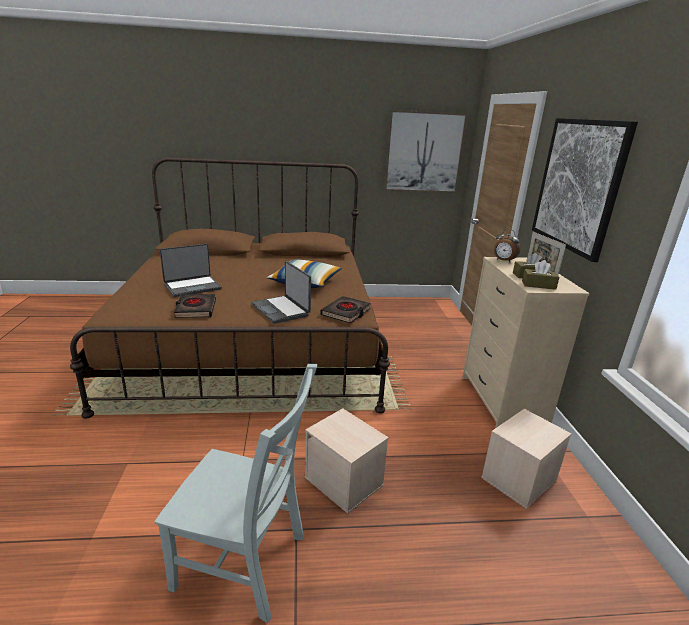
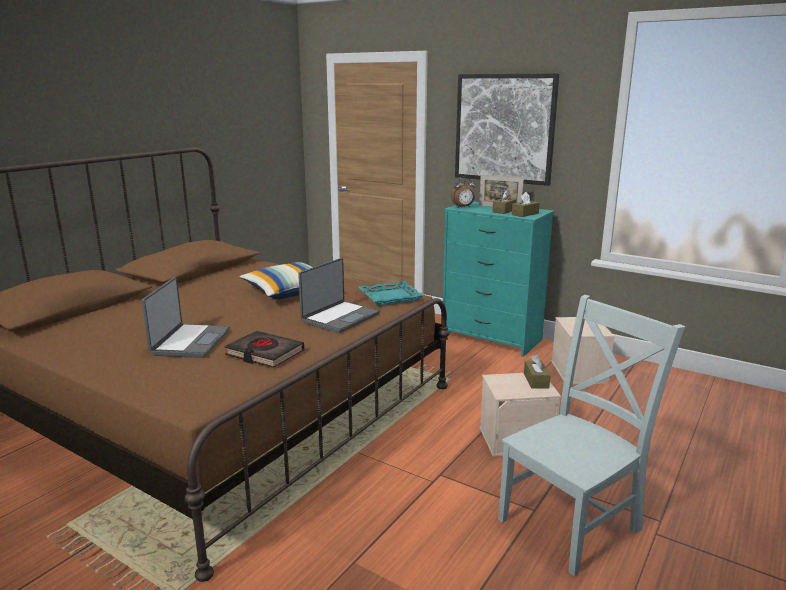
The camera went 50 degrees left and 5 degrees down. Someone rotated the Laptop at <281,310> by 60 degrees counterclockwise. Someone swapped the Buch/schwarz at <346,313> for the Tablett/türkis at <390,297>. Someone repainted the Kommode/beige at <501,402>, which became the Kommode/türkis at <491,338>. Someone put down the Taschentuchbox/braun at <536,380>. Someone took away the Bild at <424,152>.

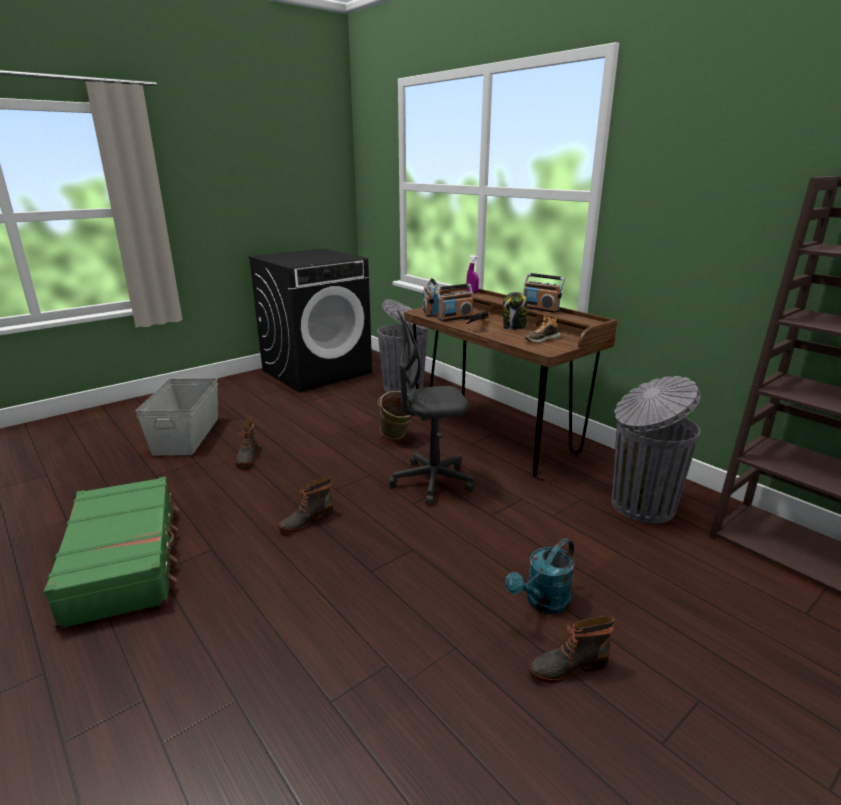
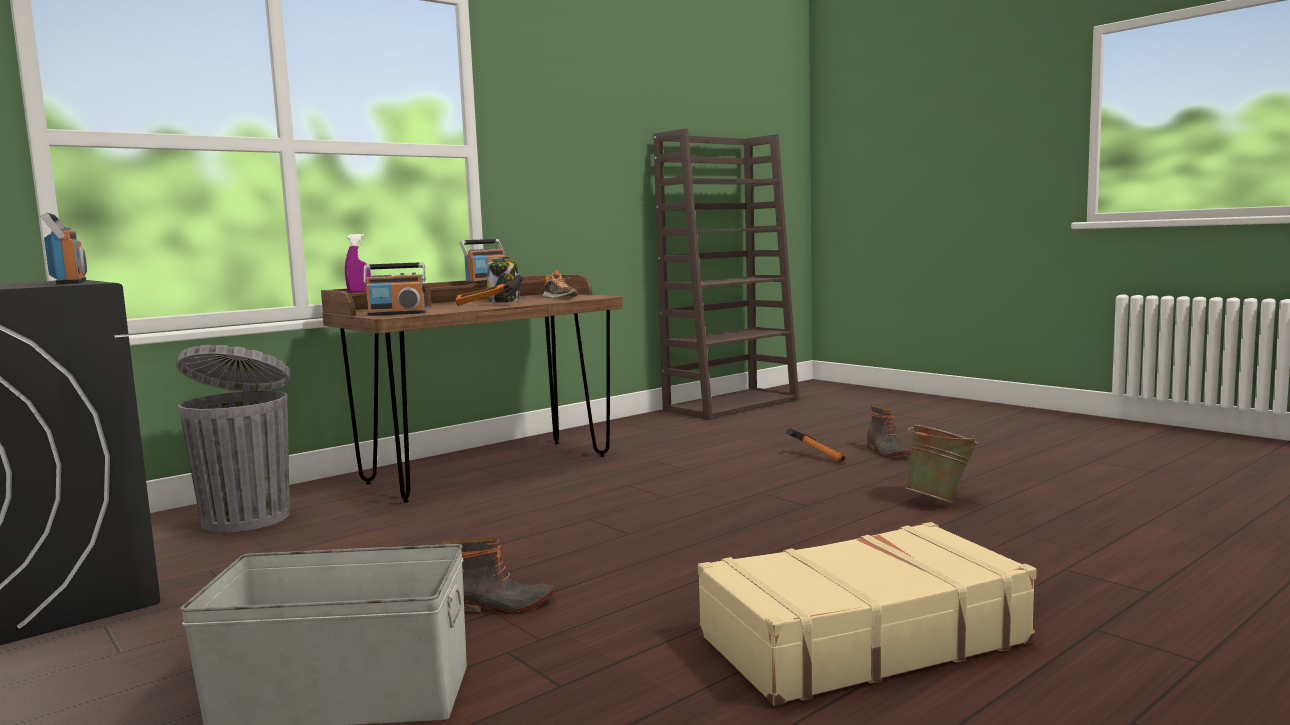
The camera went 90 degrees left and 15 degrees down. Someone carried the Radio from <455,318> to <70,283>. Someone repainted the Koffer/grün at <125,560>, which became the Koffer/beige at <860,638>. Someone swapped the Gießkanne/türkis at <542,603> for the Hammer at <820,456>. Someone carried the Eimer/grün from <397,438> to <940,500>. Someone took away the Stiefel at <306,520>. Someone took away the Bürostuhl/grau at <432,482>. Someone took away the Mülleimer/grau at <640,506>.

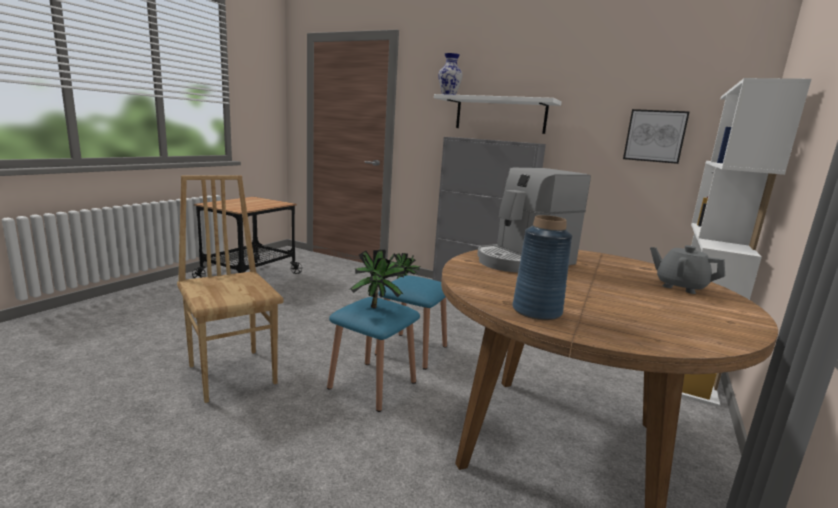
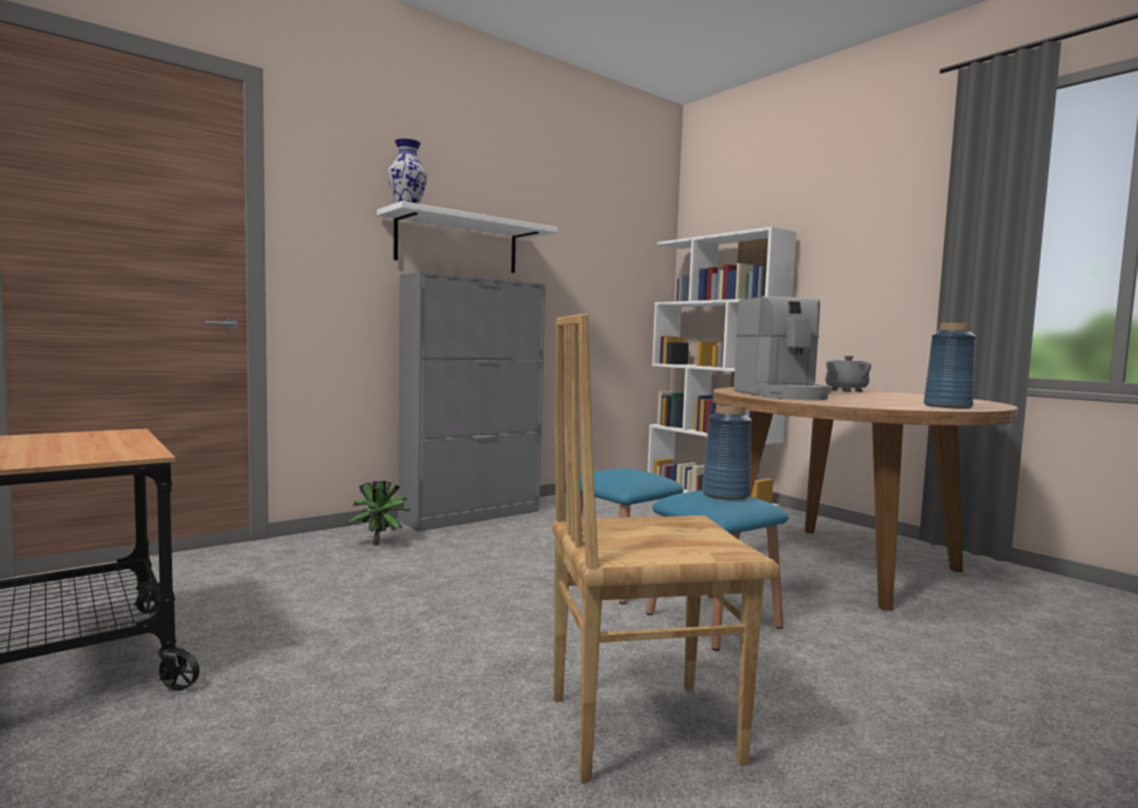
The camera went 65 degrees left and 10 degrees down. Someone swapped the Topfpflanze at <377,307> for the Vase/blau at <725,495>. Someone took away the Bild at <655,136>.

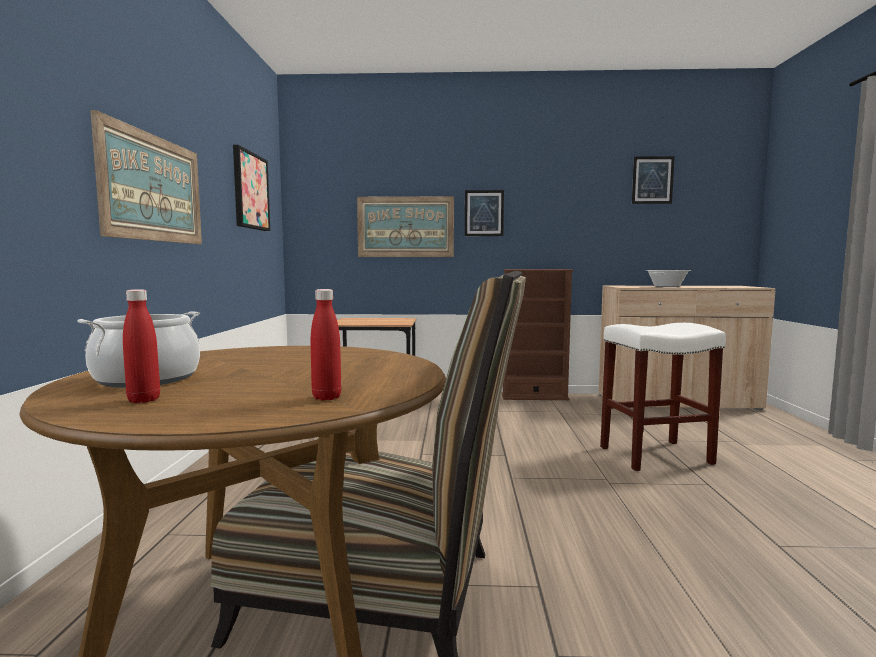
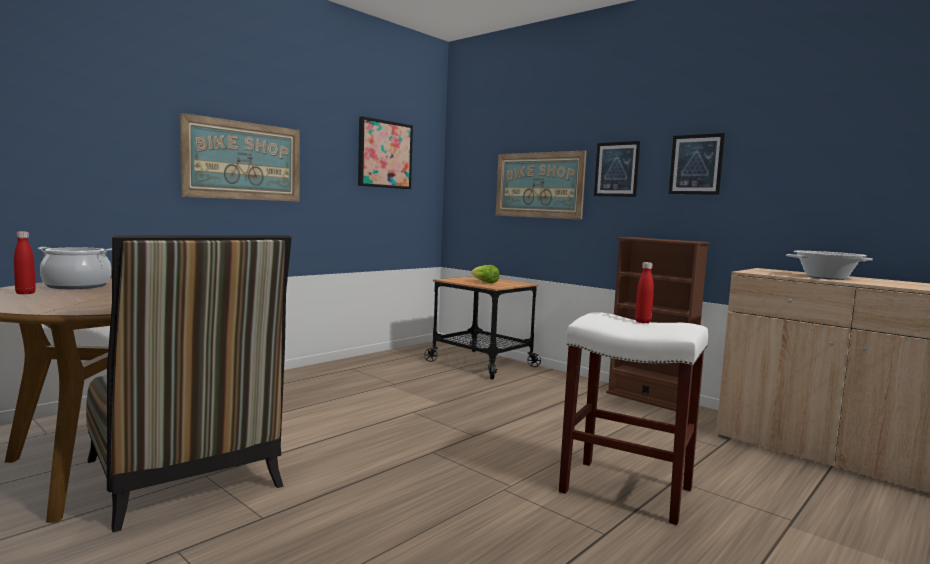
The camera went 40 degrees right and 0 degrees up. Someone put down the Salatkopf at <484,282>. Someone carried the Flasche/rot from <326,397> to <642,322>. Someone carried the Bild from <652,180> to <696,164>.

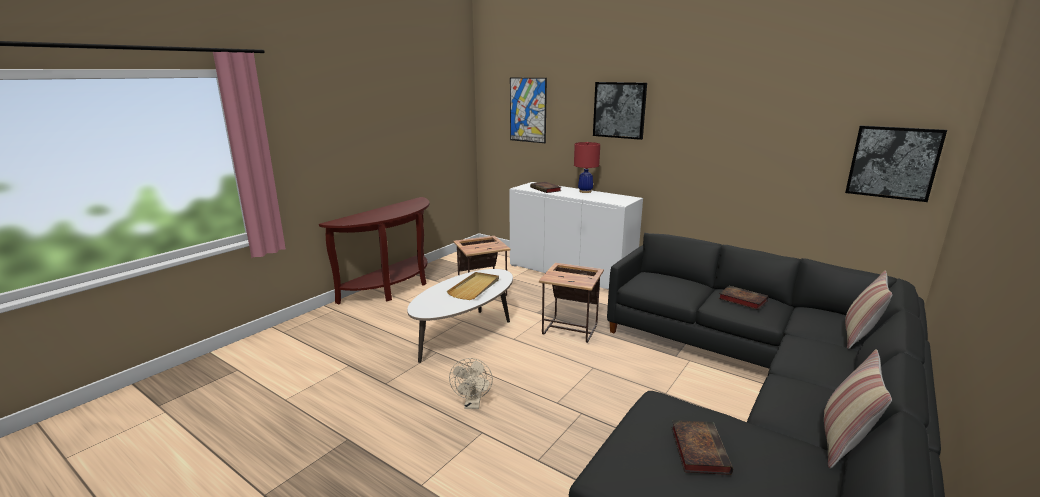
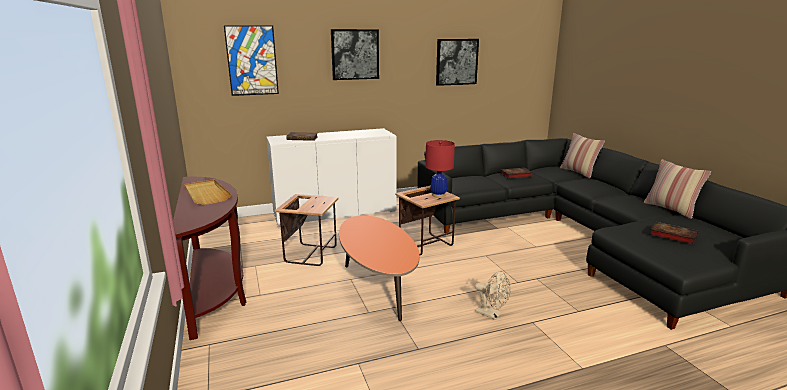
The camera went 55 degrees left and 0 degrees up. Someone carried the Tablett/beige from <475,287> to <206,194>. Someone repainted the Couchtisch/weiß at <465,334>, which became the Couchtisch/orange at <377,285>. Someone carried the Tischlampe/rot from <585,191> to <438,195>. Someone carried the Bild from <893,162> to <456,62>.

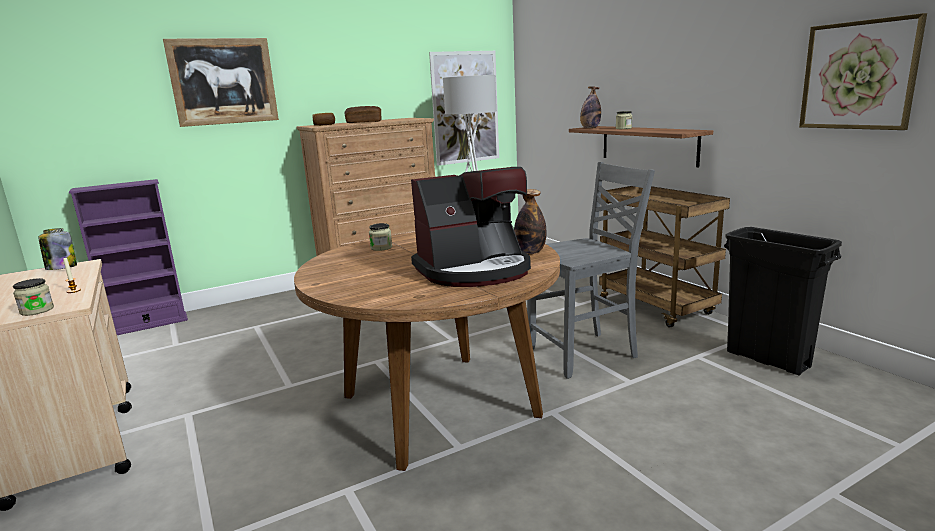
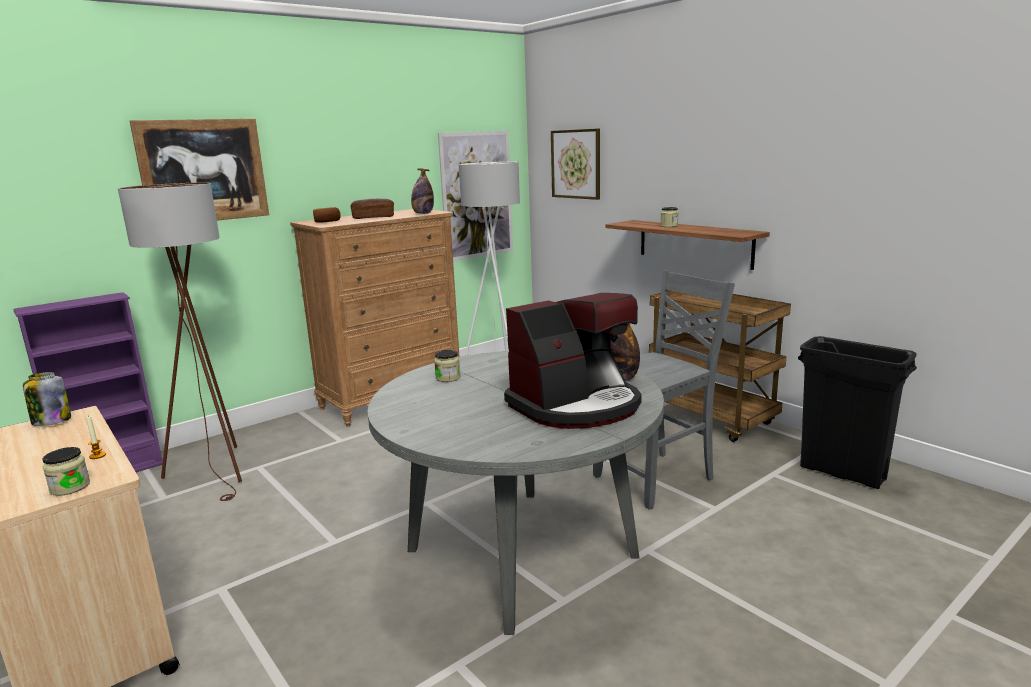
The camera went 10 degrees left and 0 degrees up. Someone put down the Stehlampe/braun at <218,470>. Someone repainted the Esstisch/braun at <439,405>, which became the Esstisch/grau at <521,552>. Someone carried the Flasche from <590,128> to <423,213>. Someone carried the Bild from <858,75> to <576,164>.

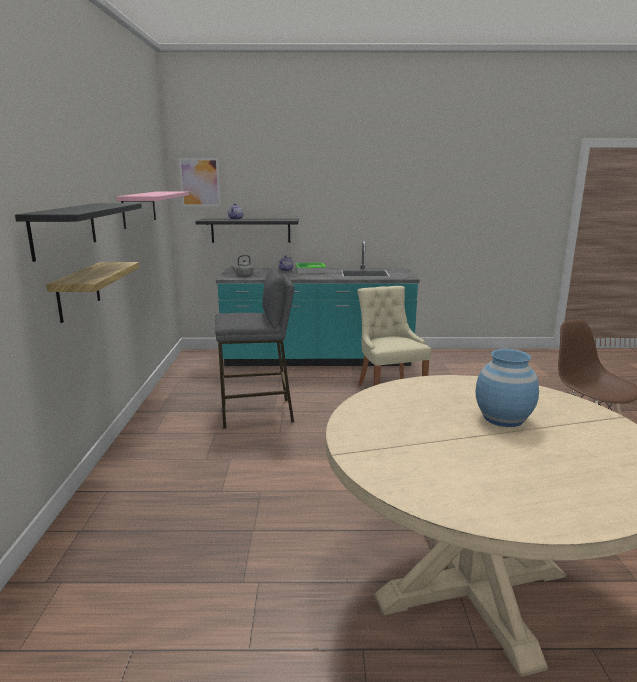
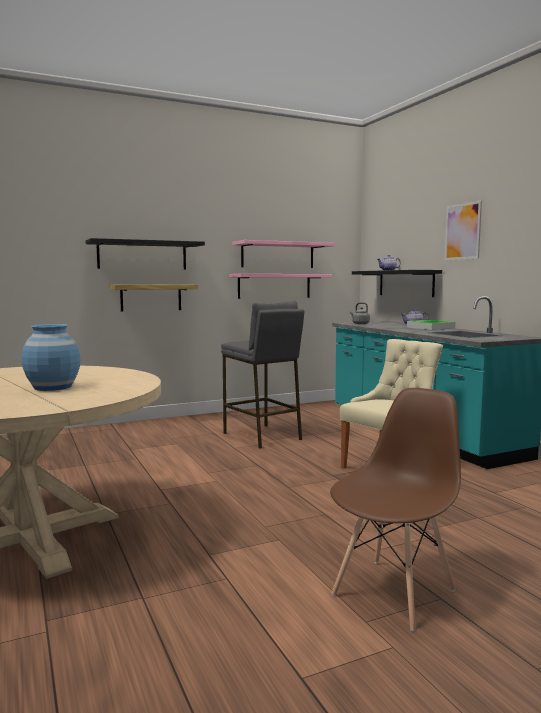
The camera went 65 degrees right and 10 degrees down. Someone put up the Wandregal/rosa at <274,286>. Someone carried the Bild from <200,182> to <463,231>.

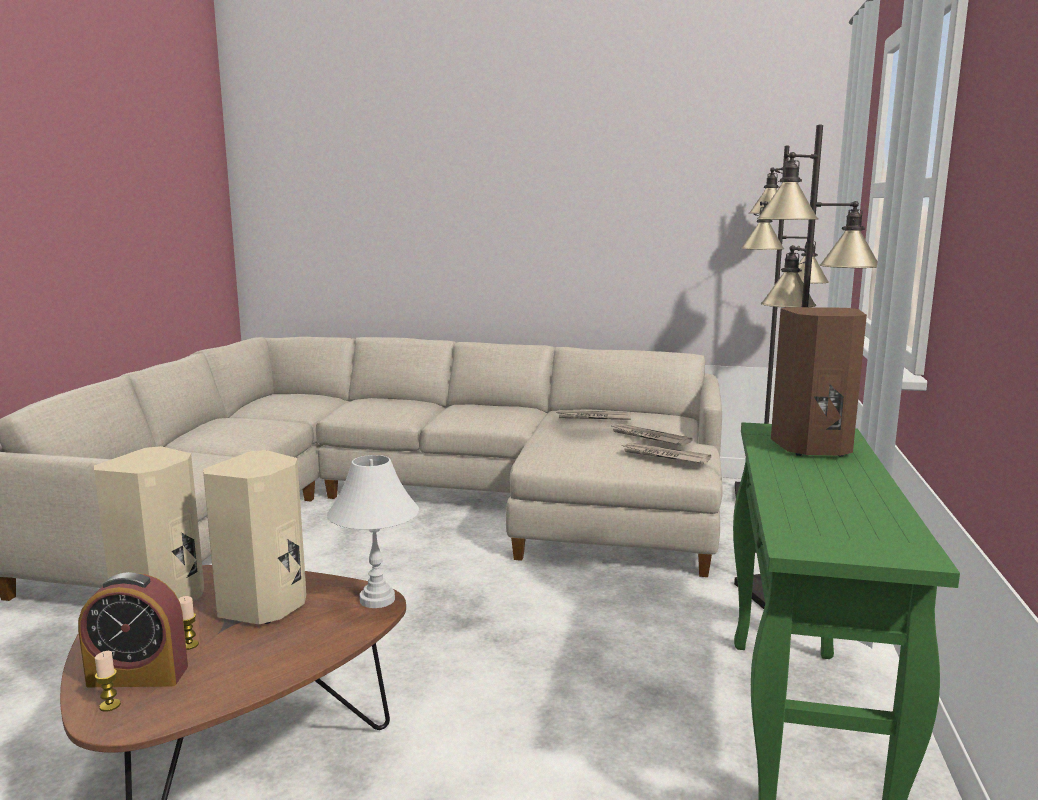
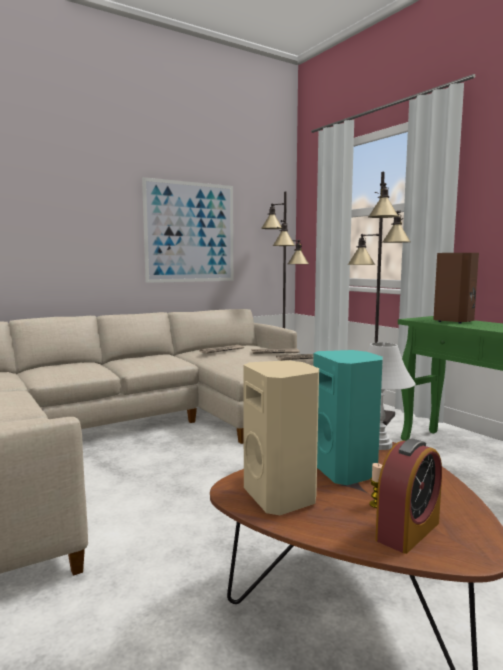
The camera went 45 degrees left and 5 degrees down. Someone put up the Bild at <190,232>. Someone repainted the Lautsprecher/beige at <265,607>, which became the Lautsprecher/türkis at <346,471>. Someone took away the Kerze at <110,705>.

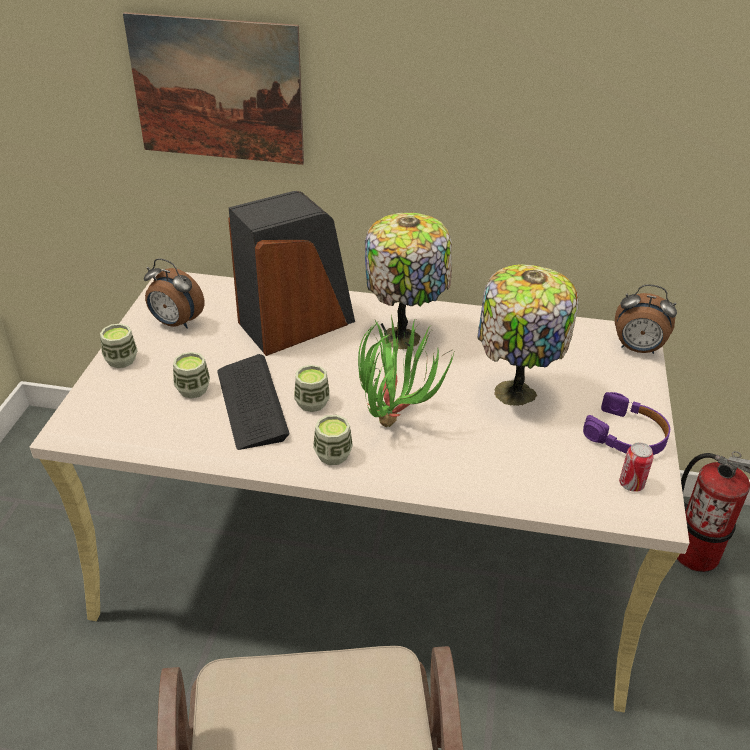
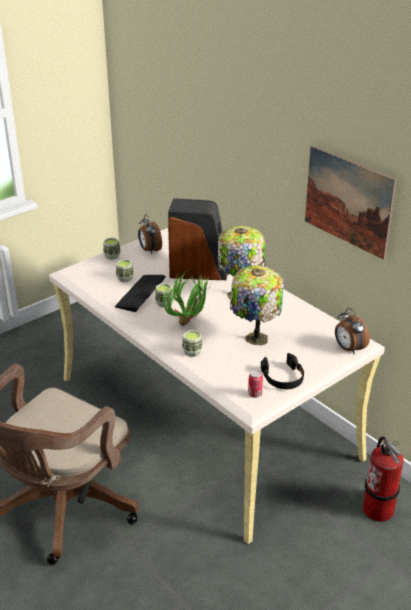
The camera went 40 degrees right and 5 degrees down. Someone carried the Tasse from <333,455> to <192,352>. Someone repainted the Kopfhörer/lila at <627,435>, which became the Kopfhörer/schwarz at <283,377>. Someone carried the Bild from <217,90> to <348,201>.

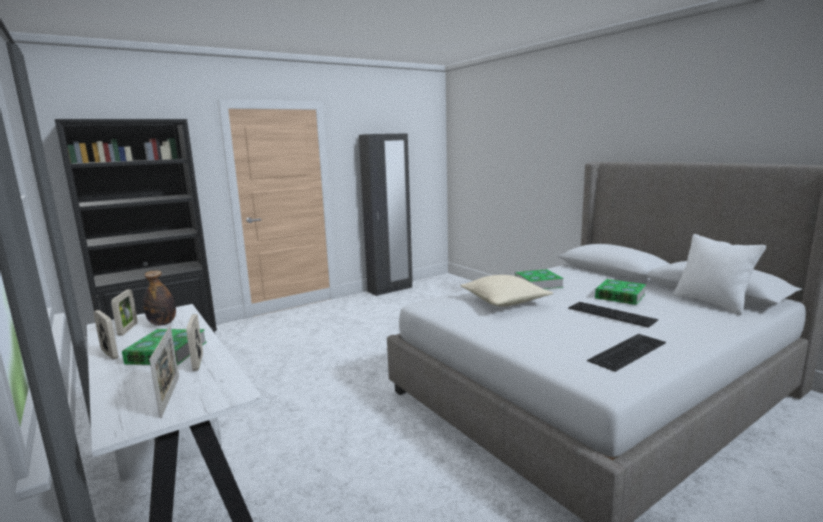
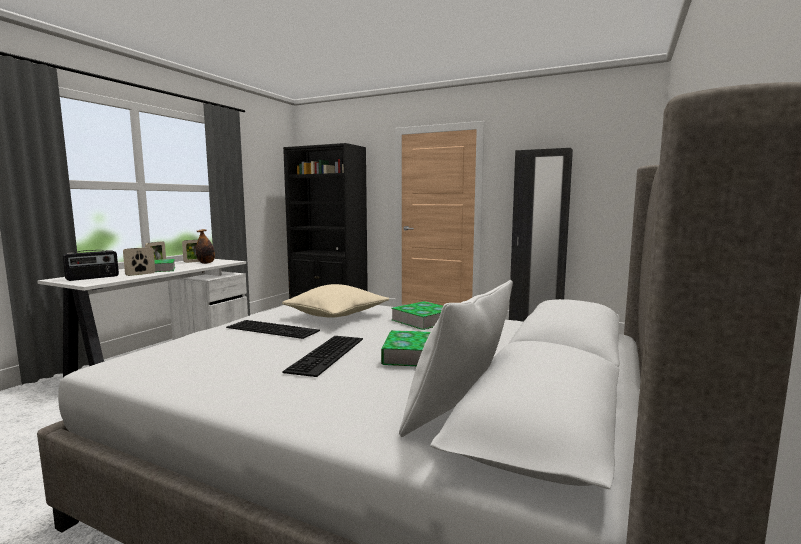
The camera went 60 degrees right and 5 degrees down. Someone swapped the Bilderrahmen at <170,396> for the Radio at <93,278>. Someone carried the Tastatur from <626,350> to <274,329>.

